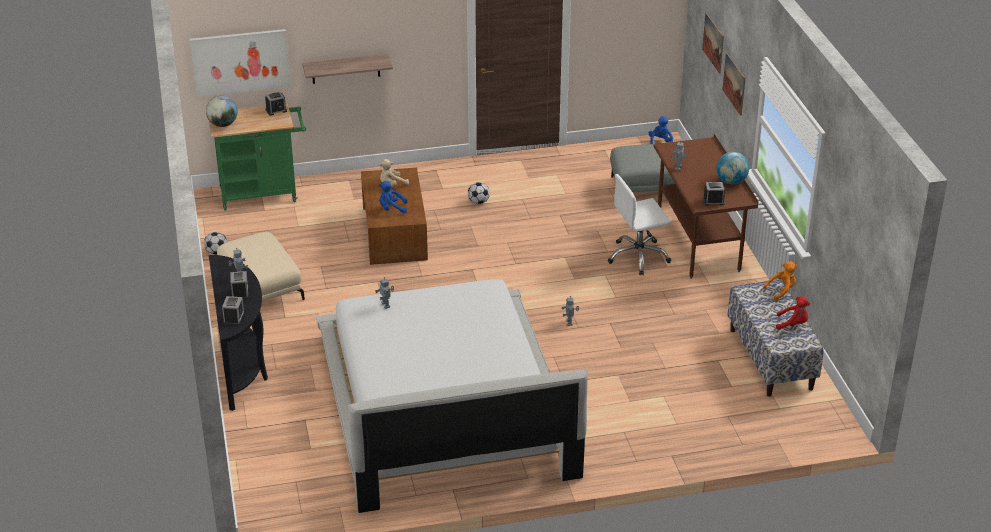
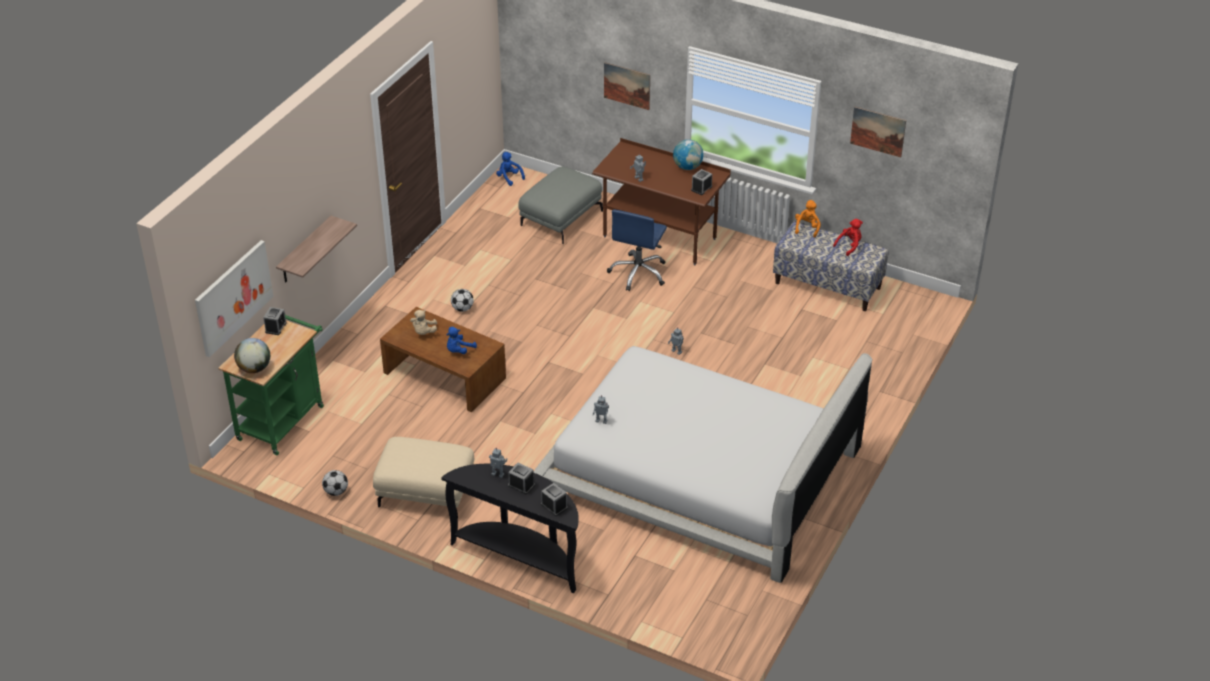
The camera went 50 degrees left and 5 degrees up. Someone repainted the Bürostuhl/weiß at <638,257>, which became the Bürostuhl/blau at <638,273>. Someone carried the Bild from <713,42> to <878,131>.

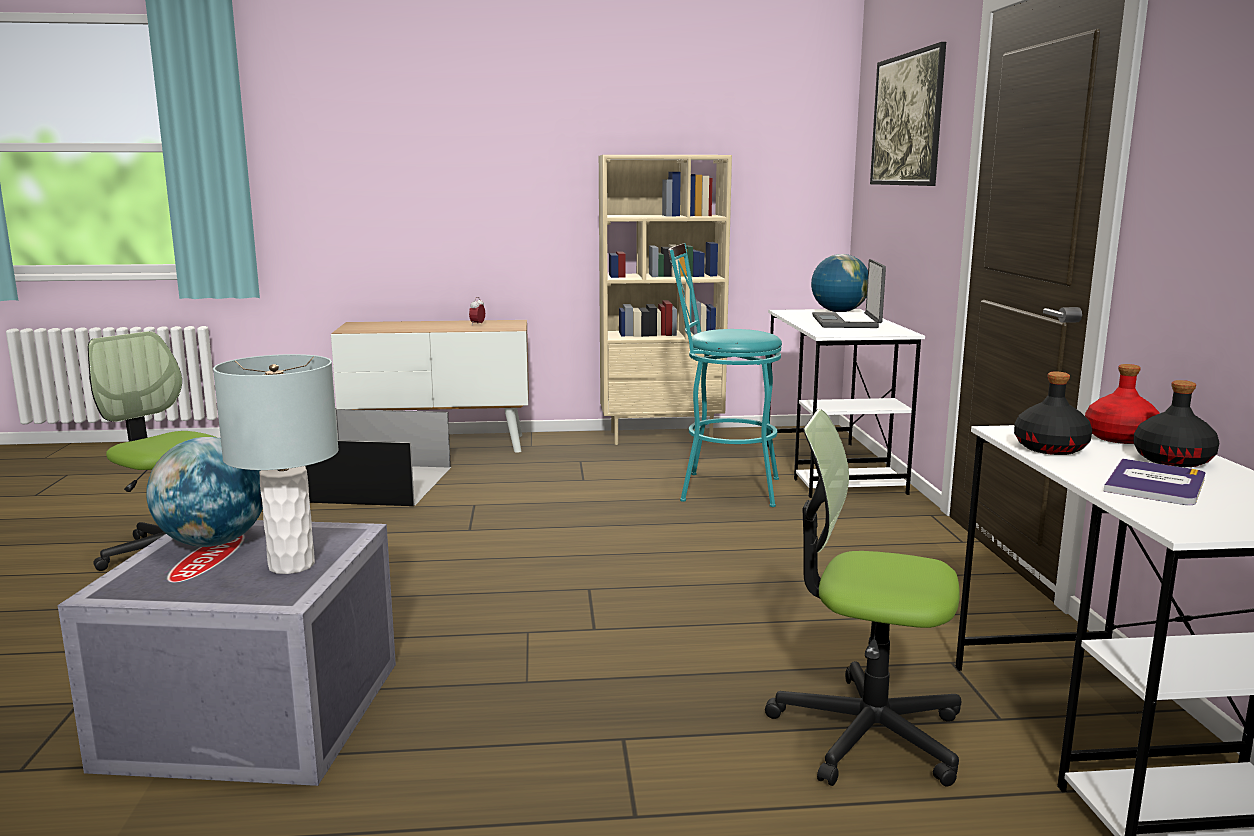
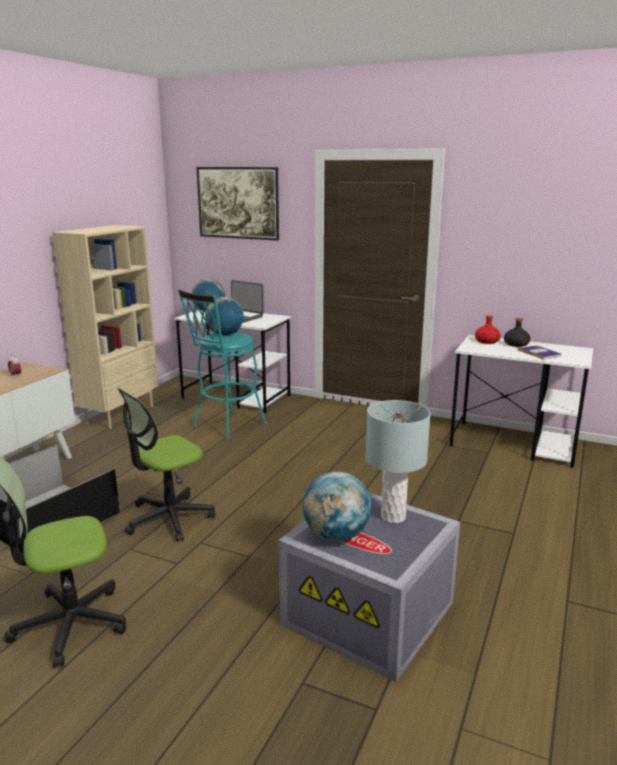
The camera went 60 degrees left and 5 degrees up. Someone carried the Bürostuhl from <866,733> to <169,518>. Someone put down the Globus at <225,334>. Someone took away the Flasche/schwarz at <1051,448>.

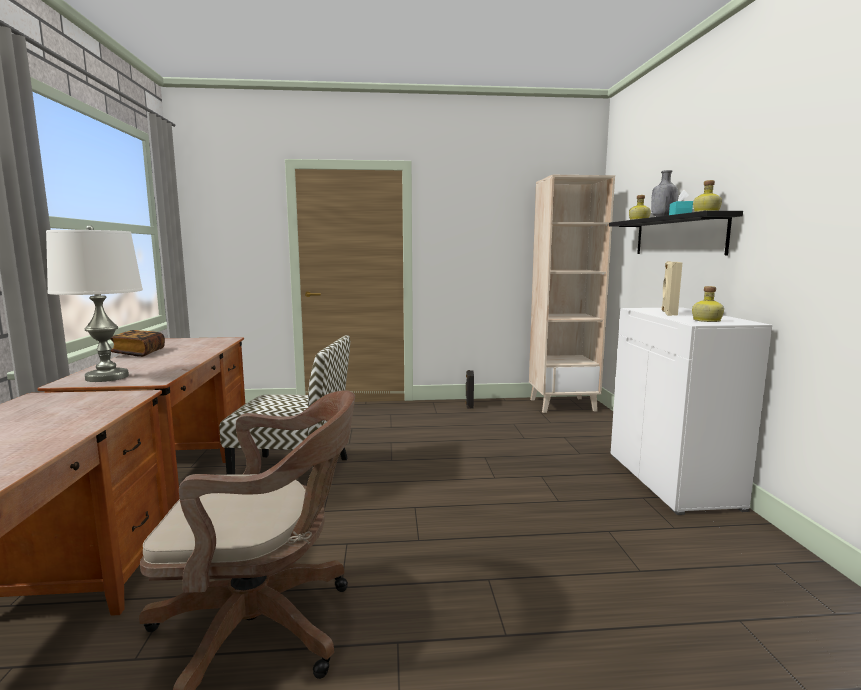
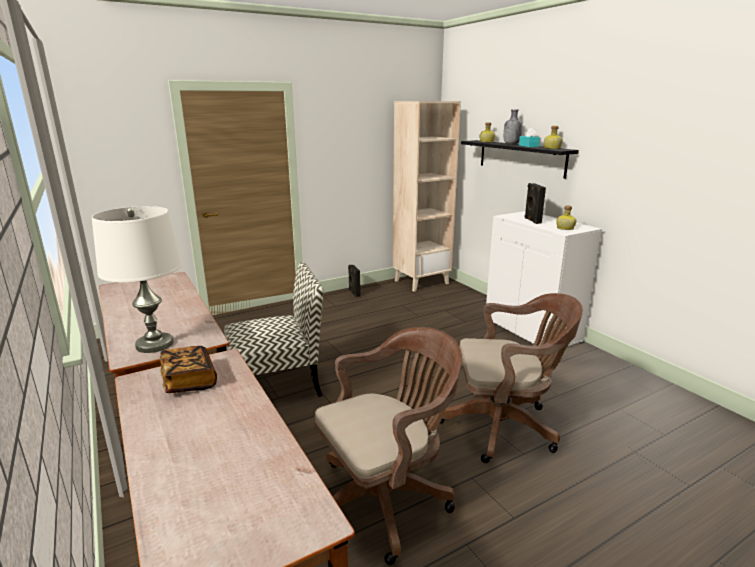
The camera went 25 degrees left and 10 degrees up. Someone carried the Buch from <139,353> to <189,381>. Someone put down the Bürostuhl/braun at <504,426>. Someone repainted the Lautsprecher/beige at <668,313>, which became the Lautsprecher/schwarz at <532,220>.

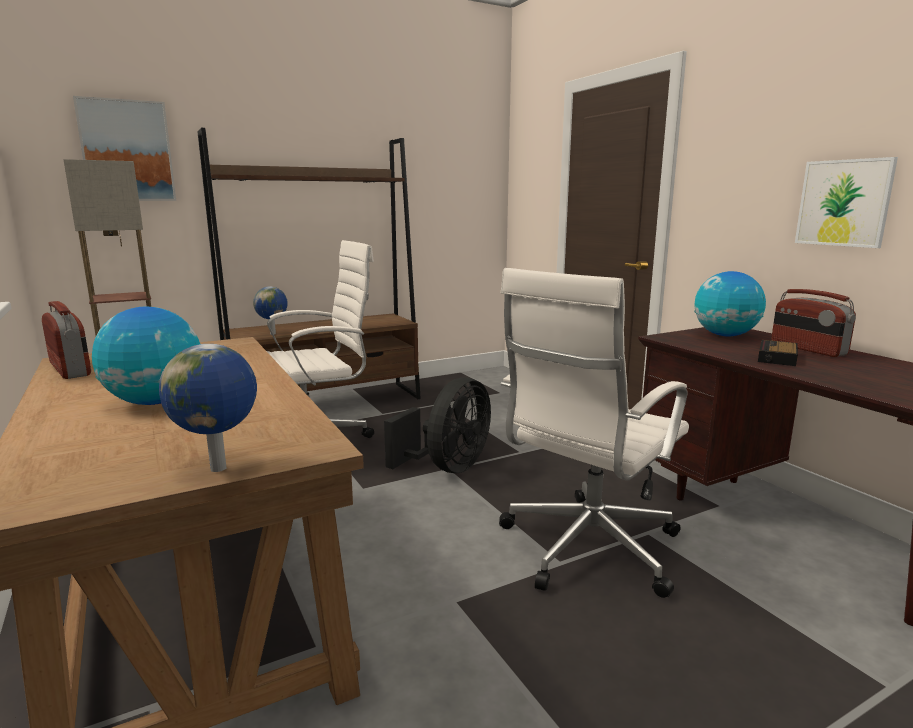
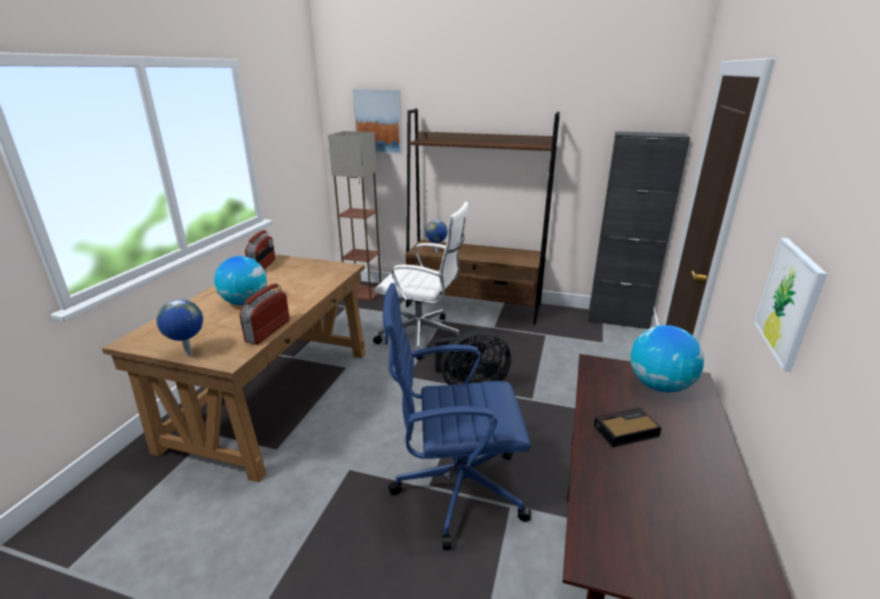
The camera went 45 degrees right and 10 degrees up. Someone carried the Radio from <807,349> to <267,331>. Someone repainted the Bürostuhl/weiß at <586,548>, which became the Bürostuhl/blau at <455,488>. Someone put down the Schrank/schwarz at <617,320>.

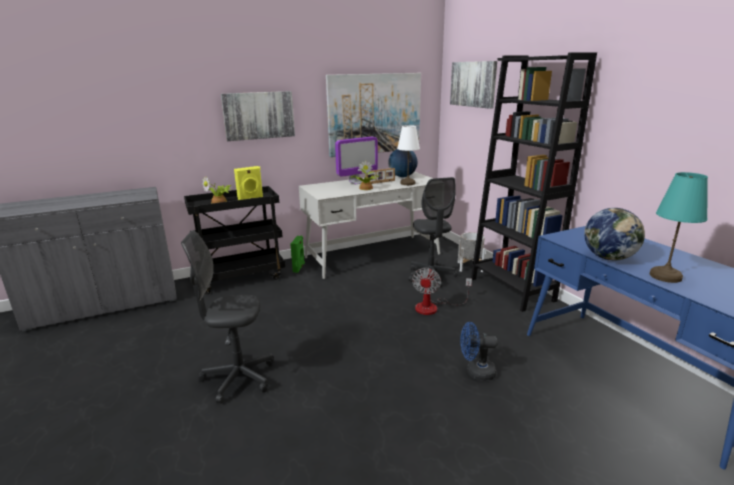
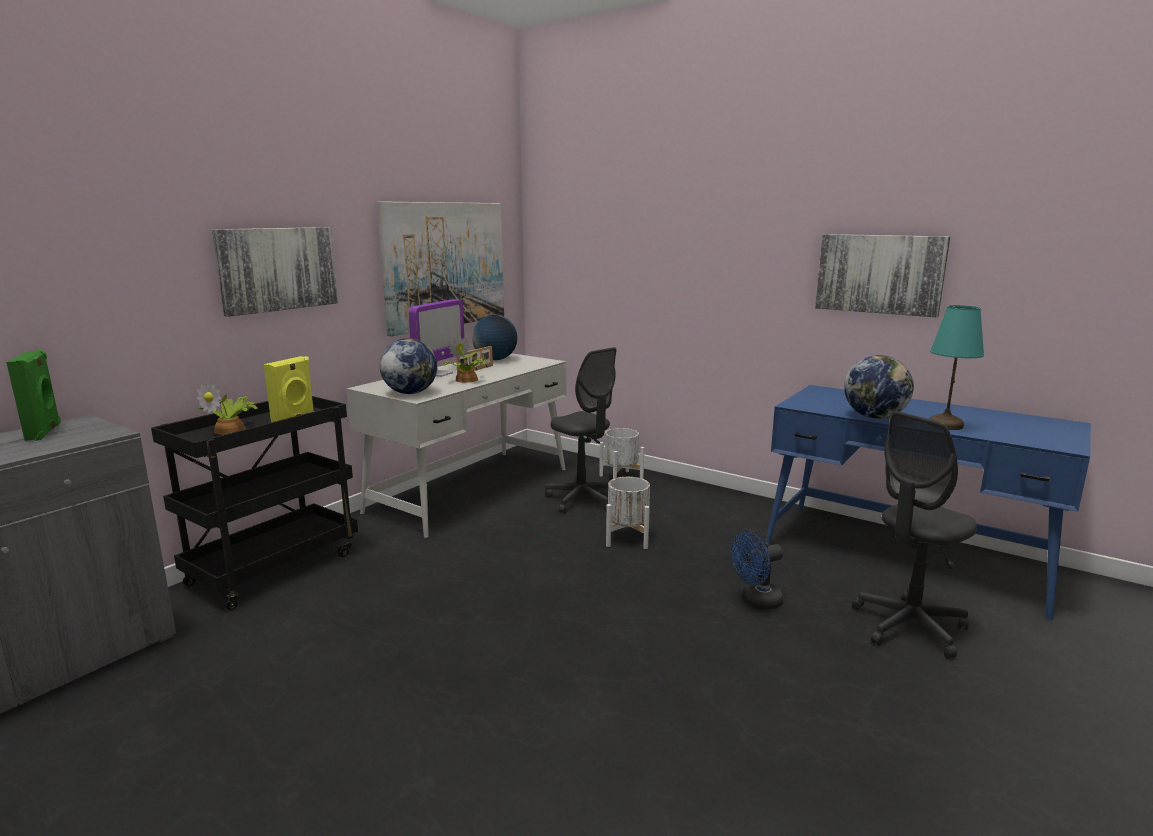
The camera went 30 degrees left and 5 degrees down. Someone carried the Lautsprecher/grün from <299,268> to <45,432>. Someone put down the Globus at <410,393>. Someone swapped the Ventilator at <433,307> for the Pflanzkübel/weiß at <627,538>. Someone carried the Bild from <473,84> to <879,274>. Someone carried the Bürostuhl/grau from <238,378> to <909,627>. Someone took away the Tischlampe/weiß at <407,183>. Someone took away the Bücherregal/schwarz at <511,289>.

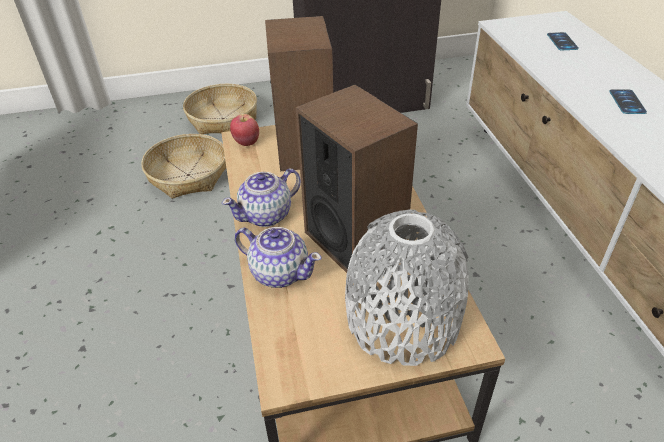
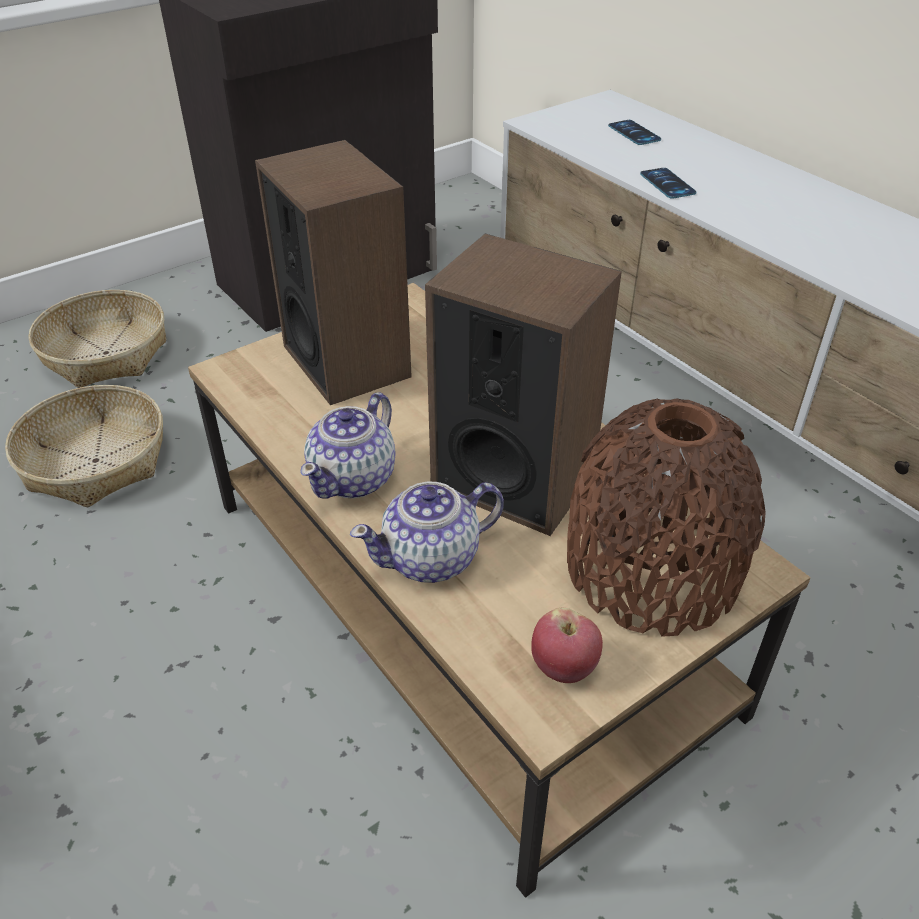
The camera went 25 degrees left and 0 degrees up. Someone rotated the Teekanne at <279,272> by 150 degrees clockwise. Someone carried the Apfel from <246,142> to <564,668>. Someone repainted the Vase/grau at <403,319>, which became the Vase/braun at <652,569>. Someone carried the Handy from <627,102> to <667,184>.

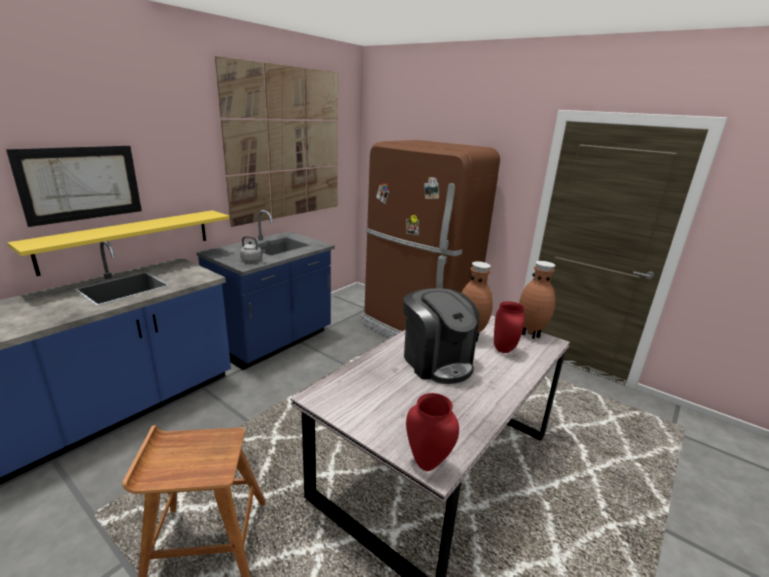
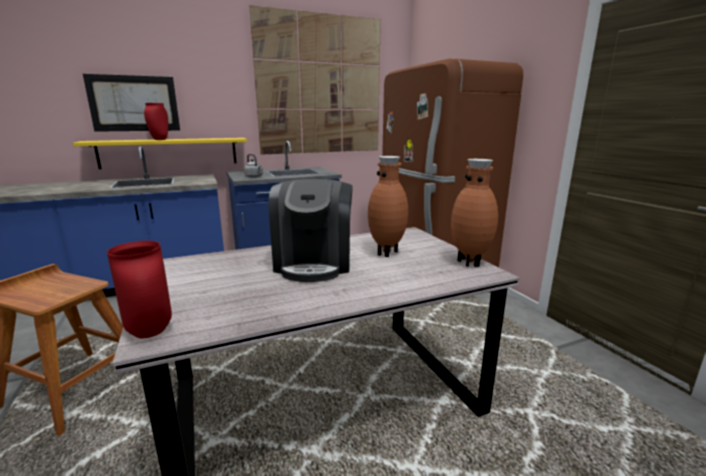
The camera went 30 degrees right and 5 degrees down. Someone carried the Vase/rot from <503,350> to <159,139>.

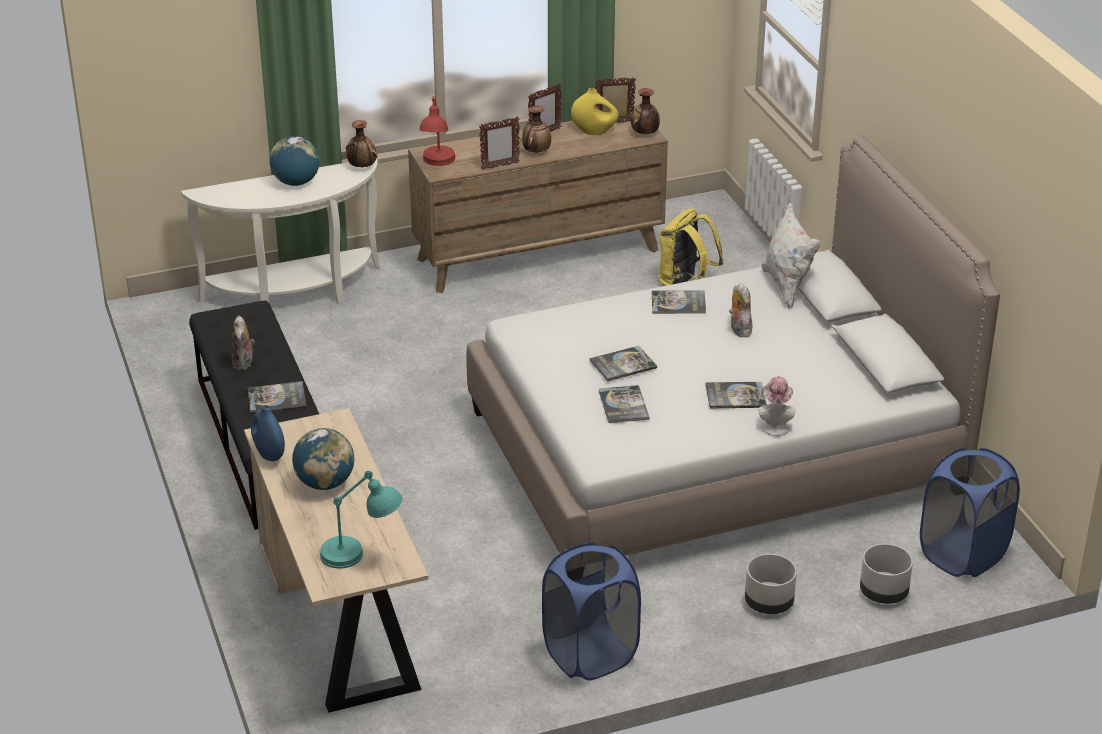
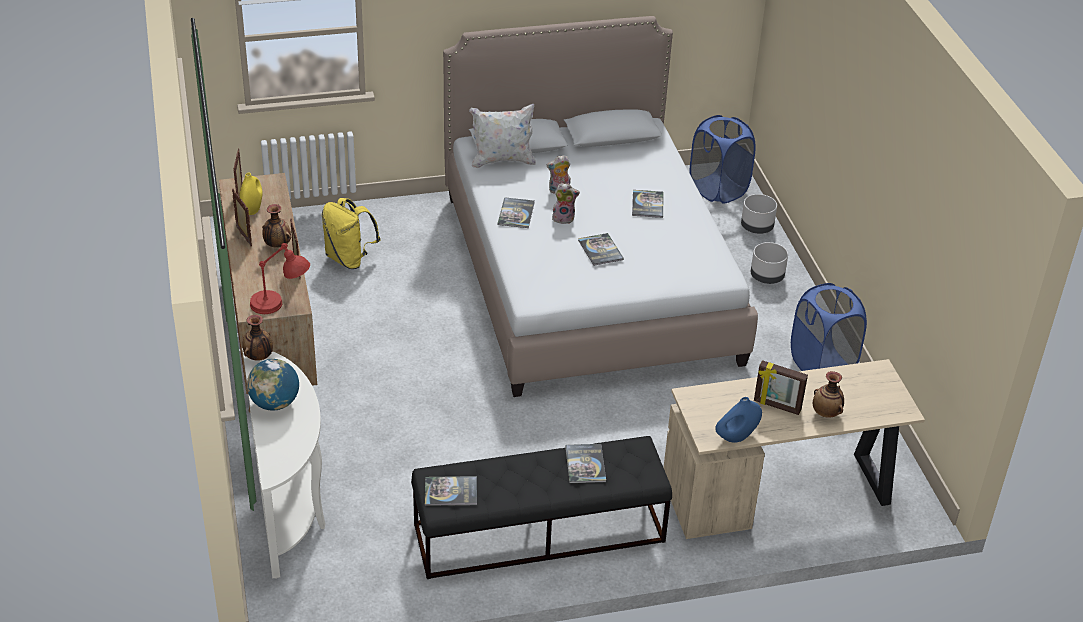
The camera went 85 degrees left and 5 degrees up. Someone carried the Buch from <623,405> to <450,492>. Someone carried the Plüschtier from <244,363> to <564,218>. Someone swapped the Globus at <325,483> for the Bilderrahmen at <777,406>. Someone carried the Vase from <645,134> to <826,413>. Someone took away the Tischlampe/türkis at <361,555>. Someone took away the Hut at <775,426>.

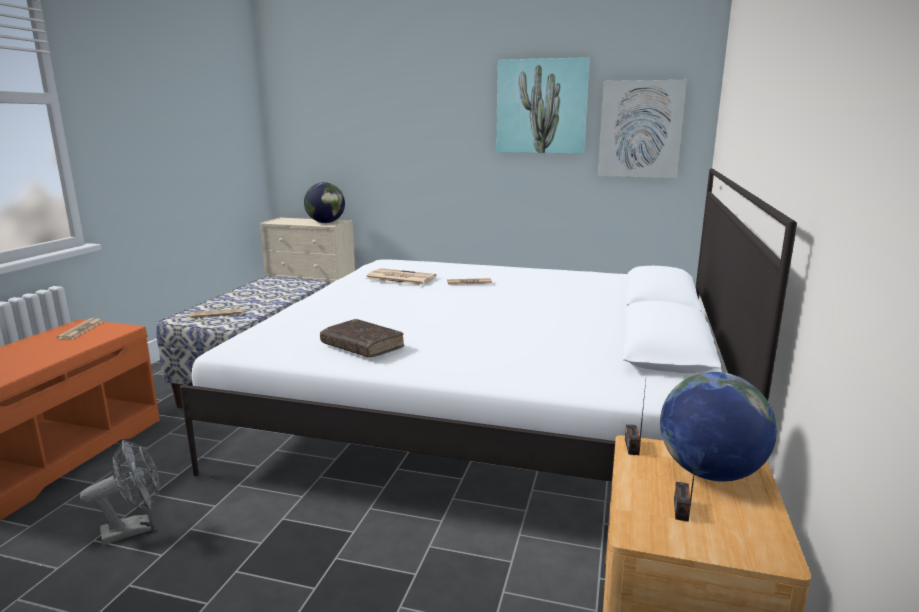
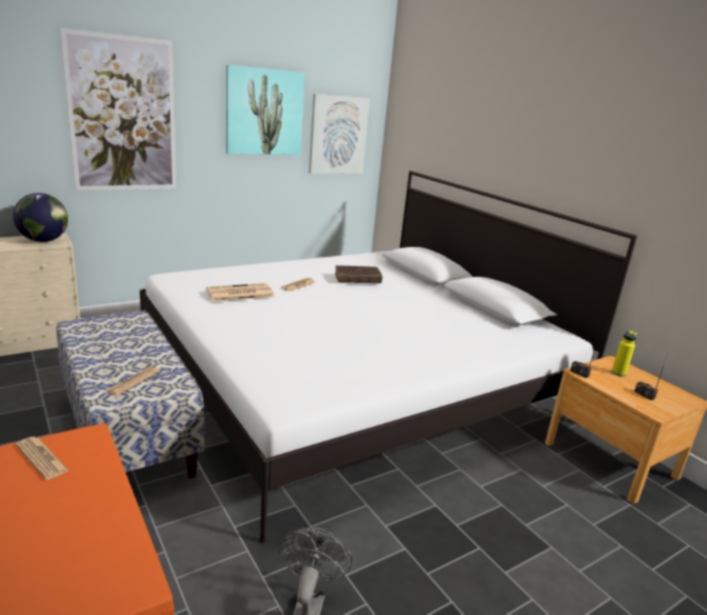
The camera went 50 degrees left and 5 degrees up. Someone put up the Bild at <123,115>. Someone carried the Buch/braun from <362,346> to <357,280>. Someone swapped the Globus at <709,472> for the Flasche/gelb at <618,373>.

